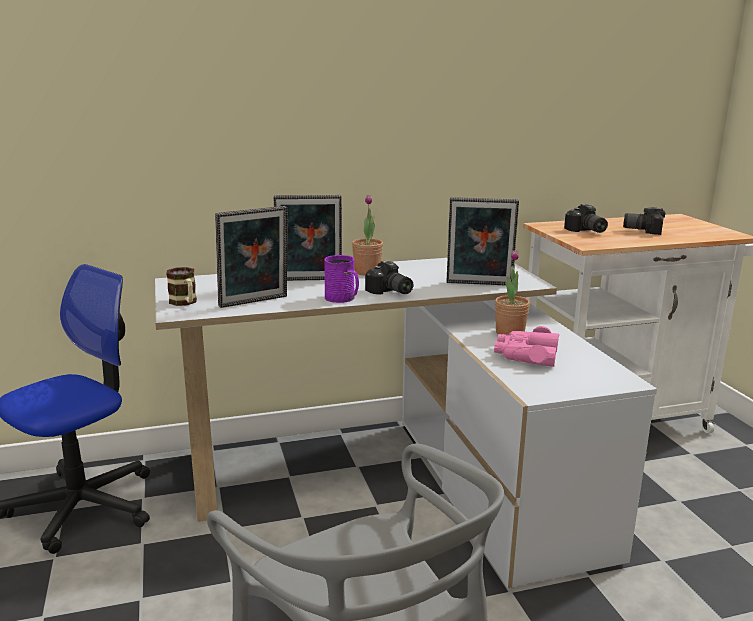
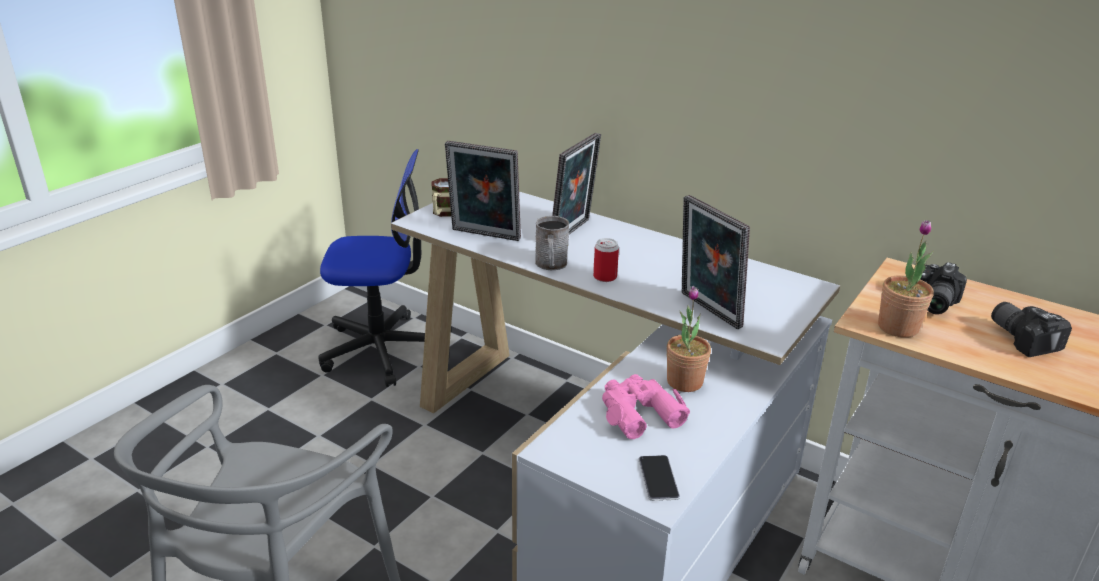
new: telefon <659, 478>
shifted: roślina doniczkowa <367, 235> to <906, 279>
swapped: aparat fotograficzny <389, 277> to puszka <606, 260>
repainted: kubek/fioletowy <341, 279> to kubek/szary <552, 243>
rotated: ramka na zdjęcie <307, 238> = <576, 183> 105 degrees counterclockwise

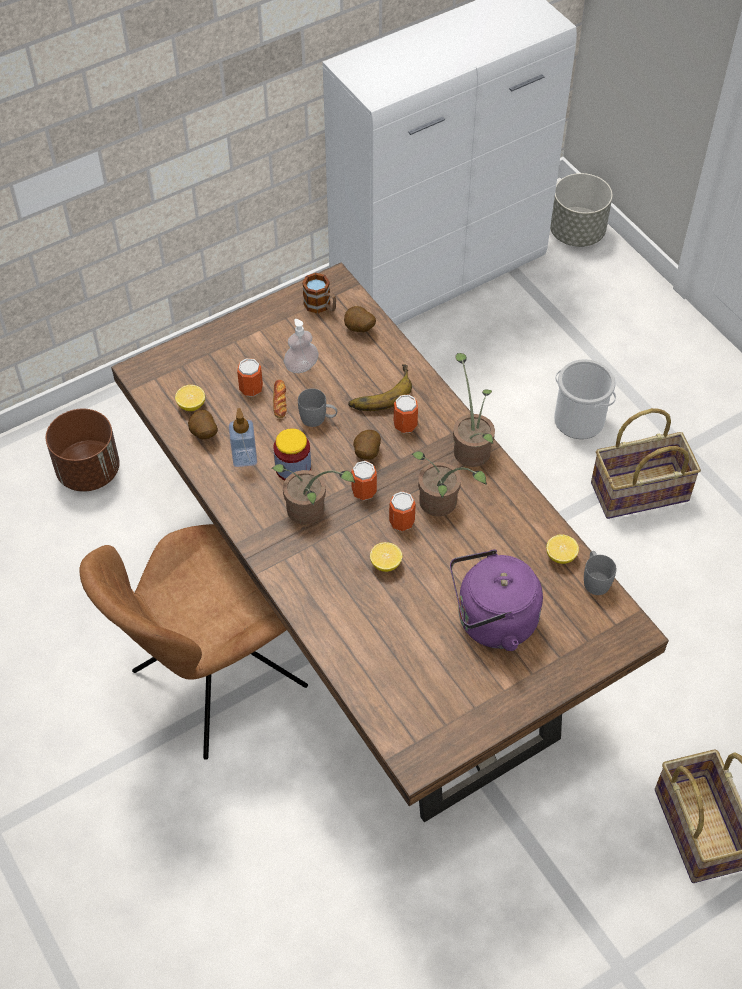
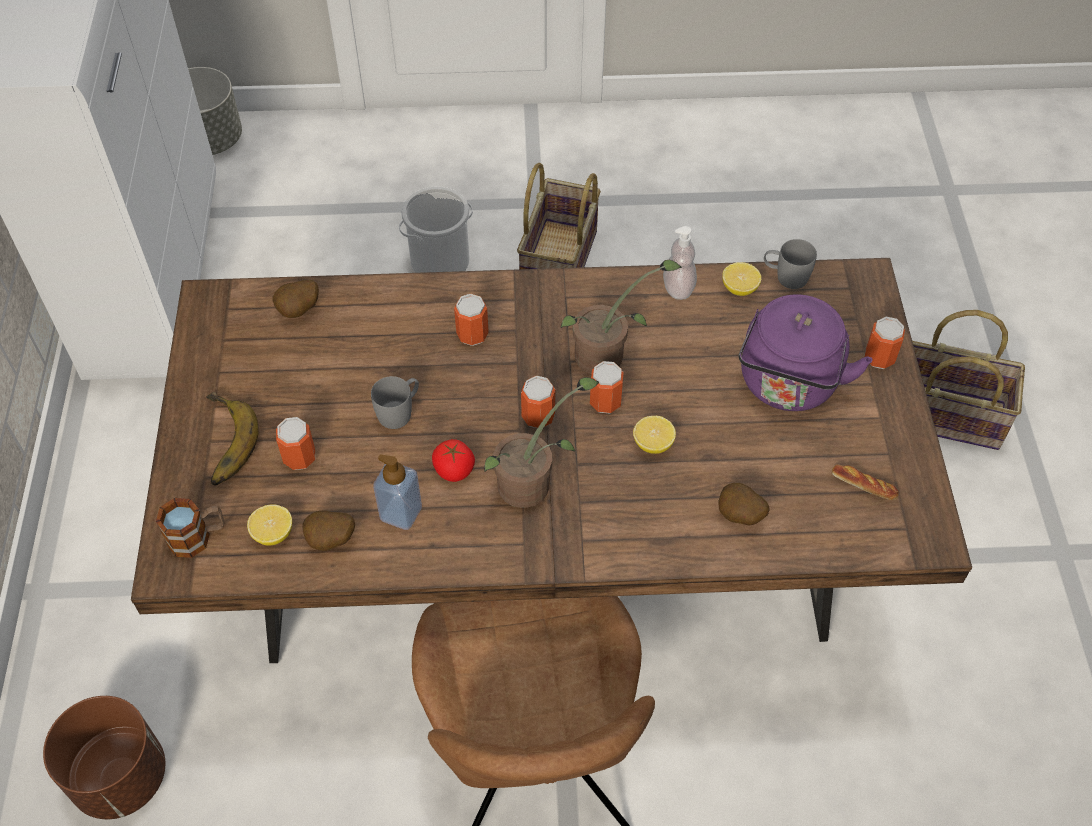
gone: roślina doniczkowa <474, 410>
new: puszka <884, 343>
shifted: chleb <280, 399> to <865, 482>; dozownik mydła <301, 346> to <680, 263>; kubek <319, 293> to <190, 528>; banan <380, 387> to <232, 438>; ziemniak <367, 445> to <744, 504>
swapped: słoik <292, 454> to pomidor <453, 460>

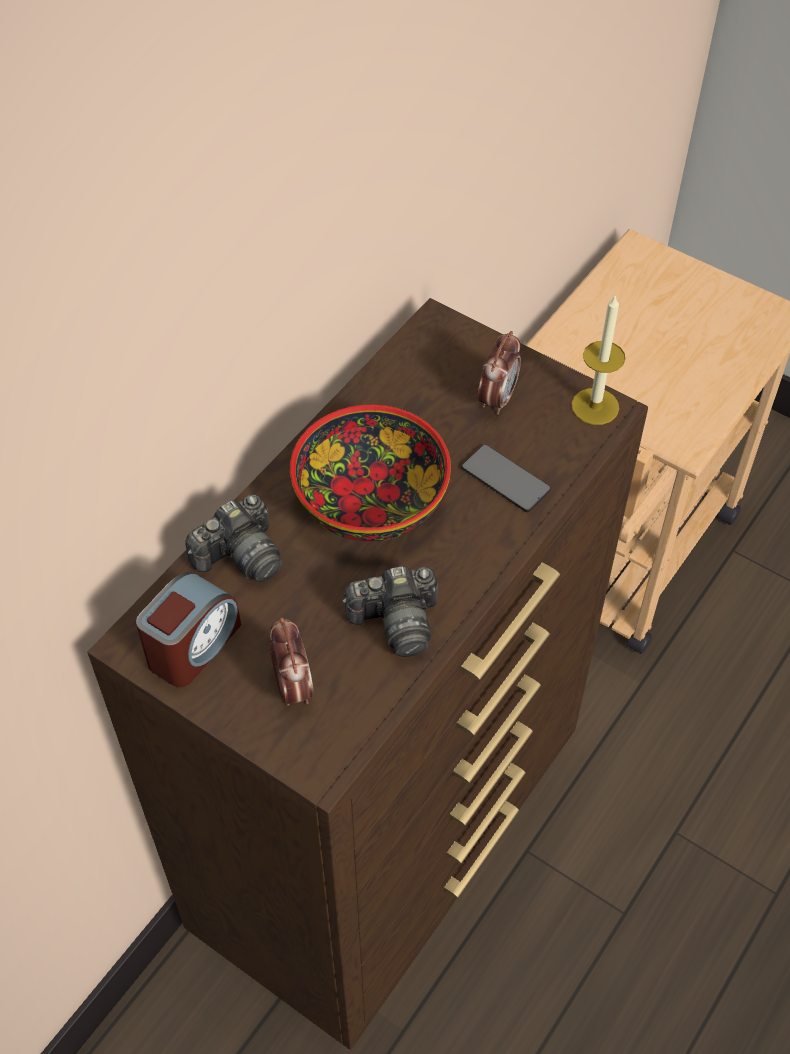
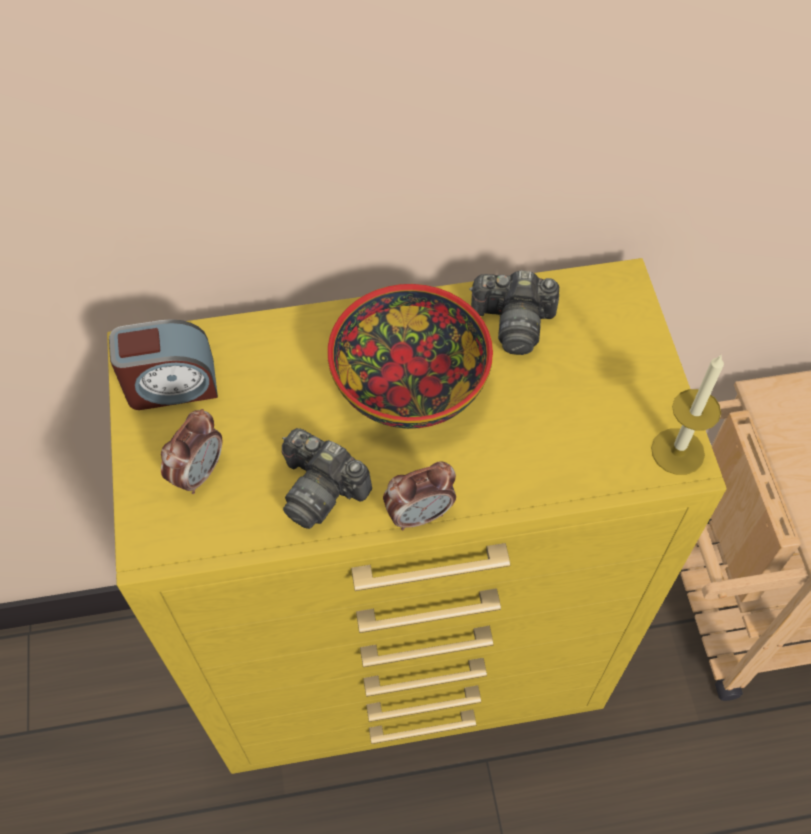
gone: telefon <506, 478>
shifted: aparat fotograficzny <233, 538> to <514, 312>; budzik <499, 373> to <419, 496>
repainted: komoda/brązowy <367, 674> to komoda/żółty <417, 516>

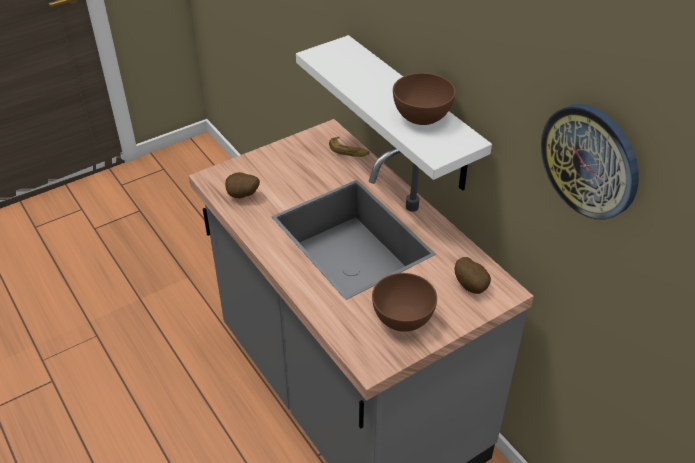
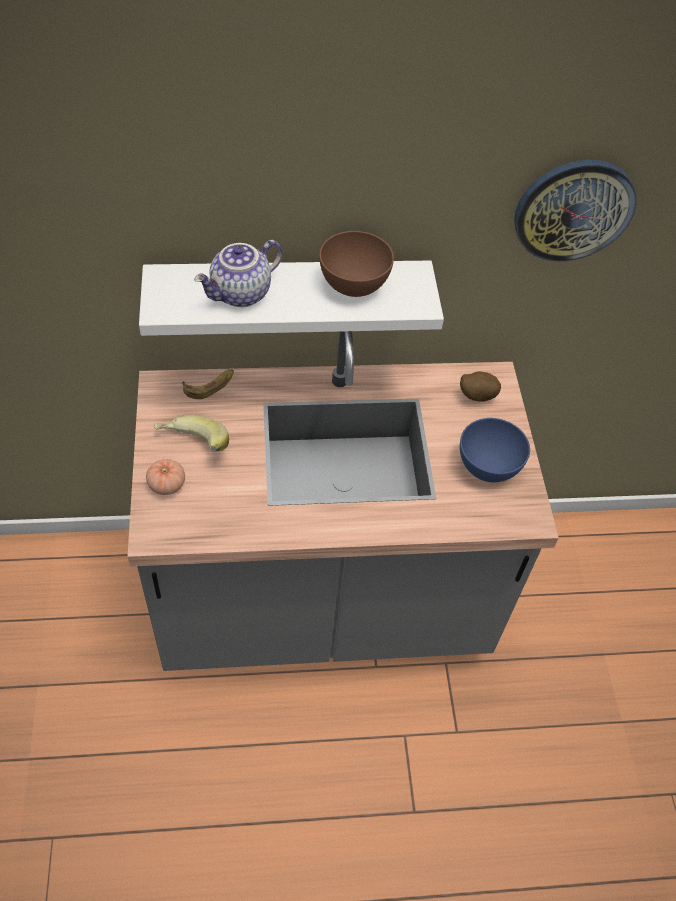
gone: ziemniak <242, 185>
new: pomidor <165, 477>; banan <191, 433>; imbryk <238, 273>
repainted: miska/brązowy <404, 302> to miska/niebieski <495, 450>

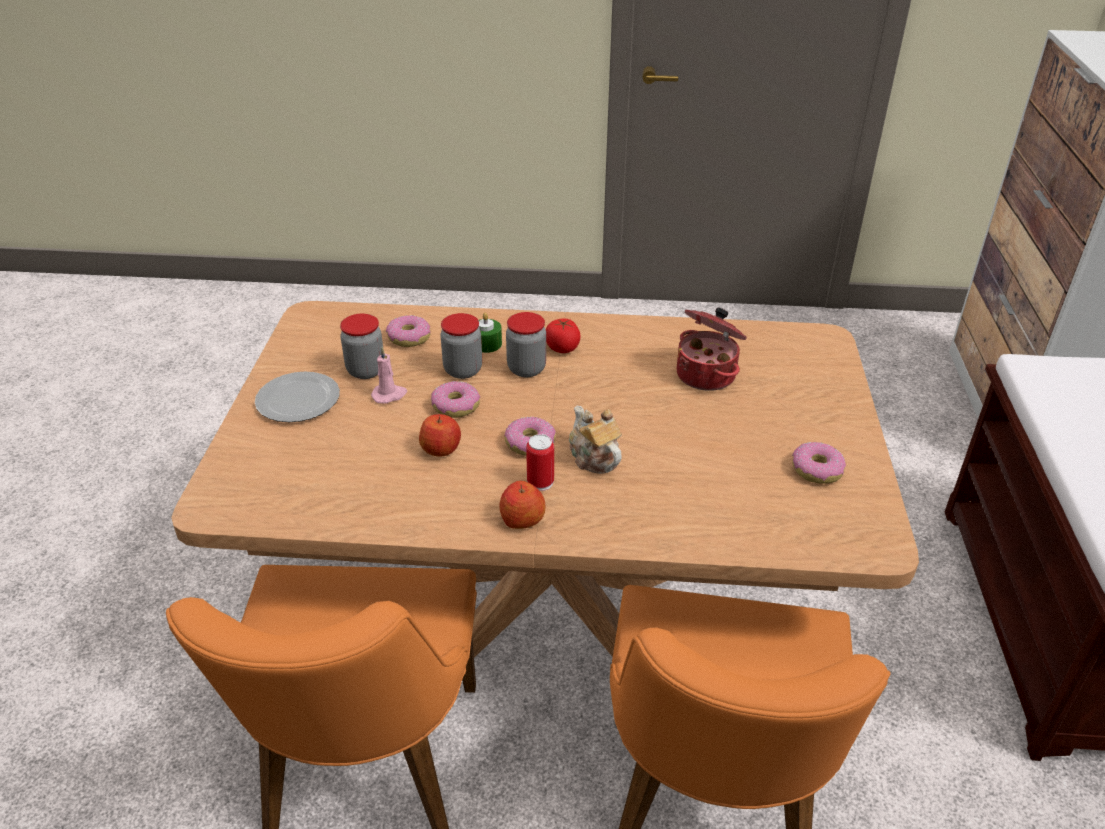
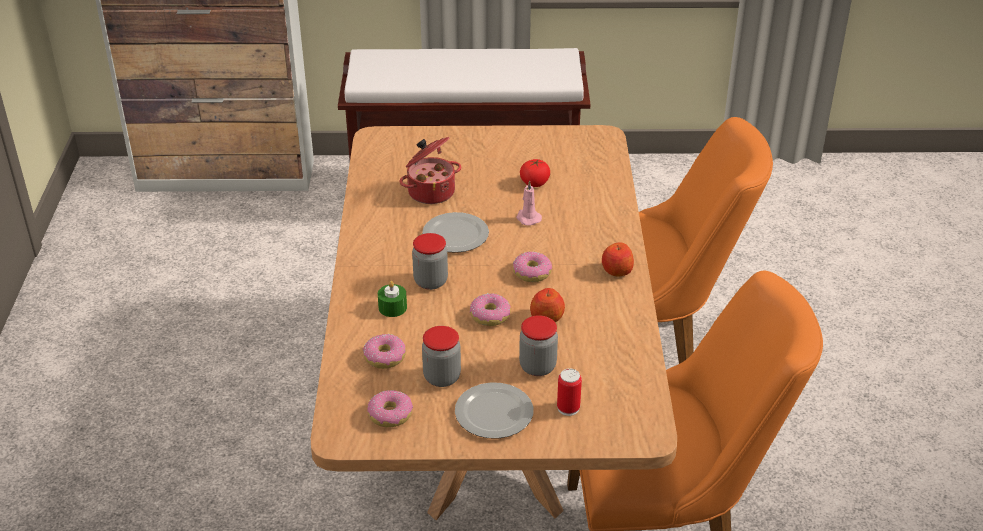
gone: imbryk <595, 439>
new: talerz <455, 232>
shifted: świeca/różowy <389, 375> to <529, 203>; słoik <461, 346> to <538, 345>; puszka <540, 462> to <569, 392>; pomidor <563, 335> to <535, 173>; donut <819, 463> to <390, 408>

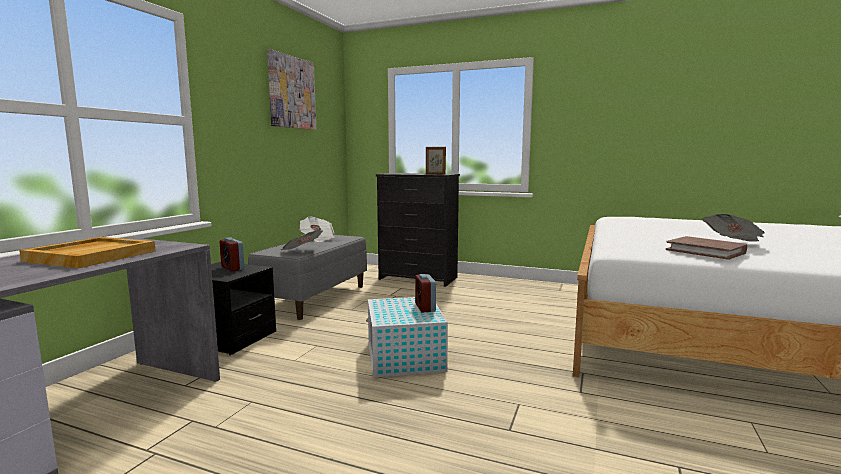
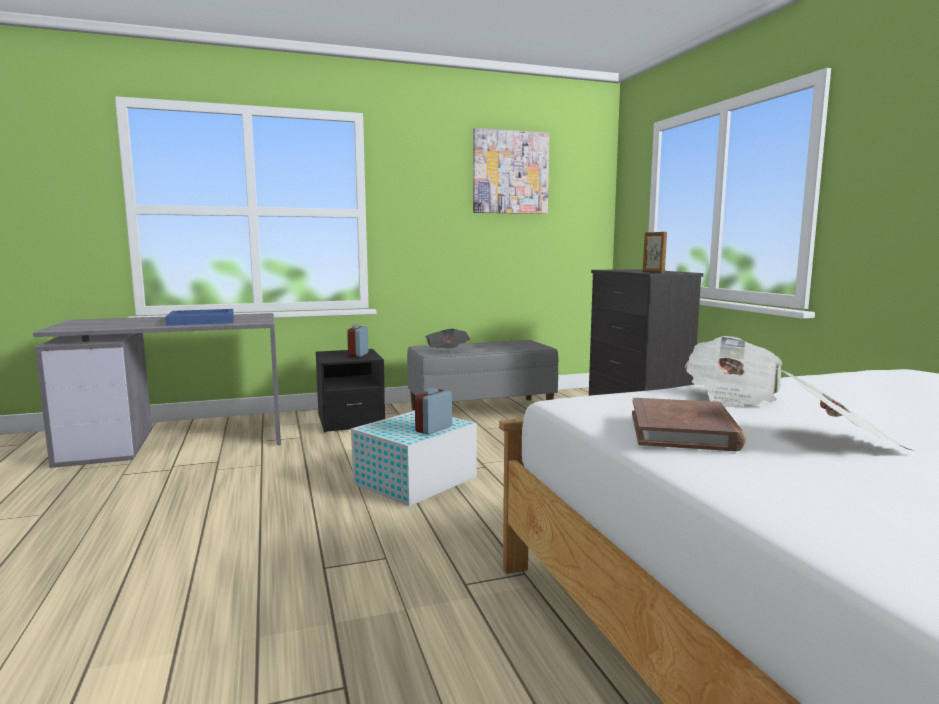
shifted: gazeta <317, 229> to <733, 371>
repainted: taca/beżowy <87, 252> to taca/niebieski <199, 317>

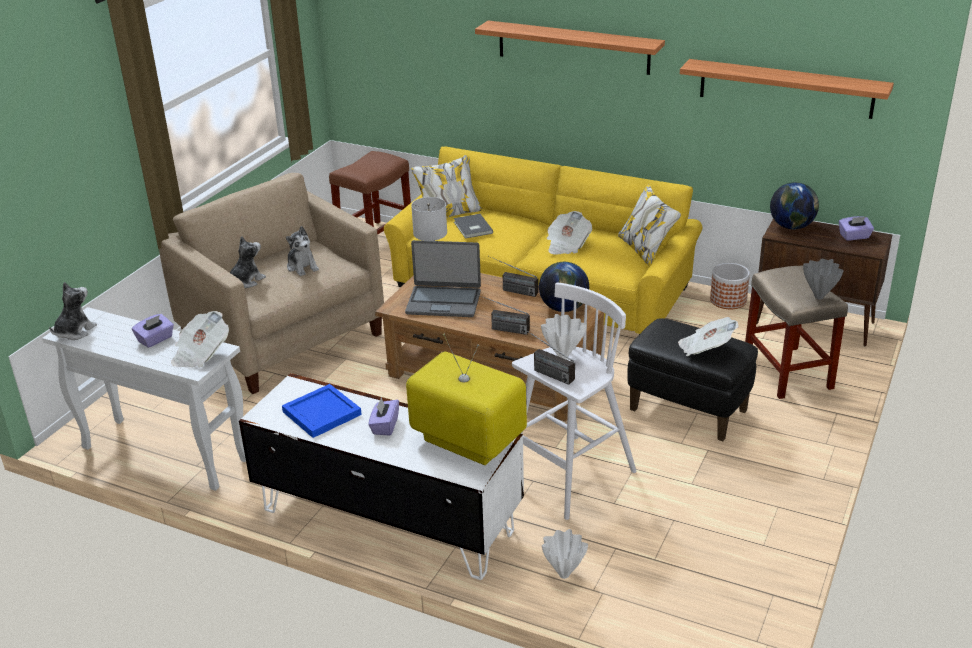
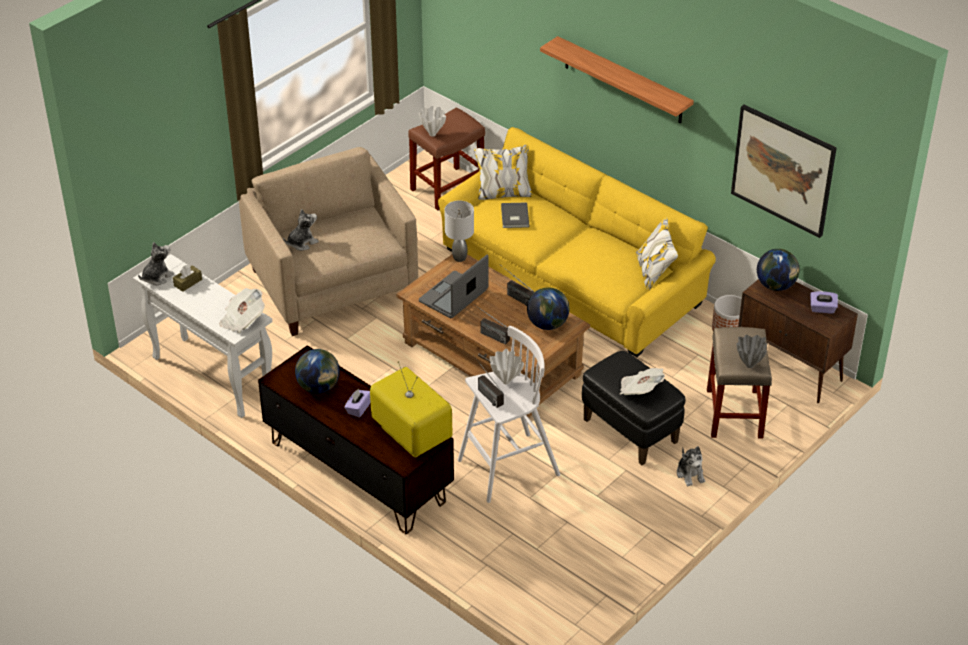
gone: pudełko chusteczek/fioletowy <153, 331>; gazeta <569, 233>
new: pudełko chusteczek/brązowy <187, 278>
shifted: pluszak <302, 251> to <691, 466>; wazon/biały <565, 554> to <432, 121>
swapped: taca/niebieski <322, 411> to globus <317, 371>; półka <787, 89> to obraz <784, 171>
repainted: szafka pod telewizor/biały <381, 476> to szafka pod telewizor/brązowy <356, 439>
rotated: laptop <443, 278> = <454, 286> 105 degrees clockwise

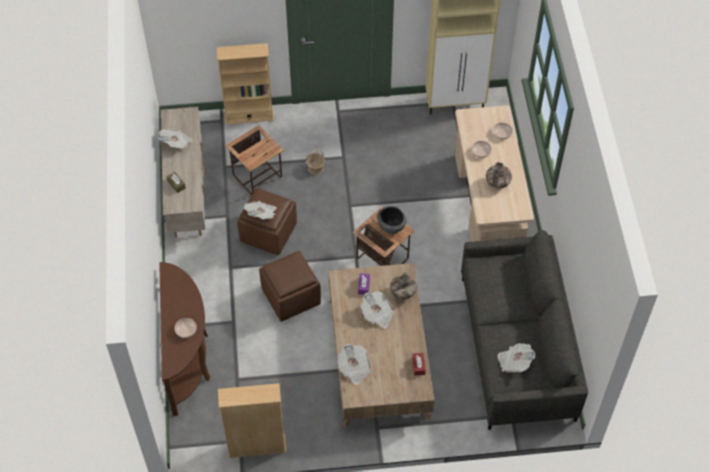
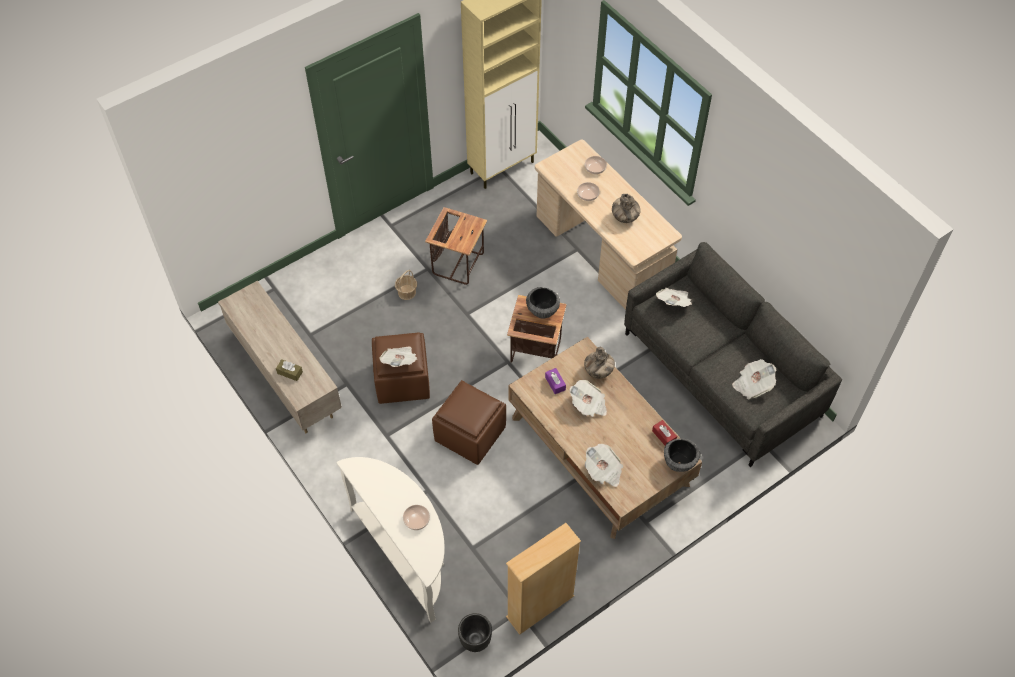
gone: regał/beżowy <245, 83>
new: donica/czarny <475, 632>; miska <682, 455>
shifted: gazeta <176, 139> to <674, 297>; stolik <254, 160> to <456, 246>
repainted: stolik konsolowy/brązowy <184, 339> to stolik konsolowy/biały <390, 540>

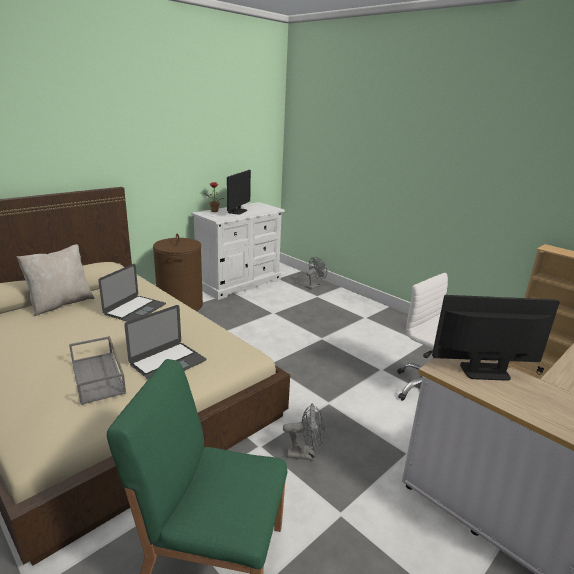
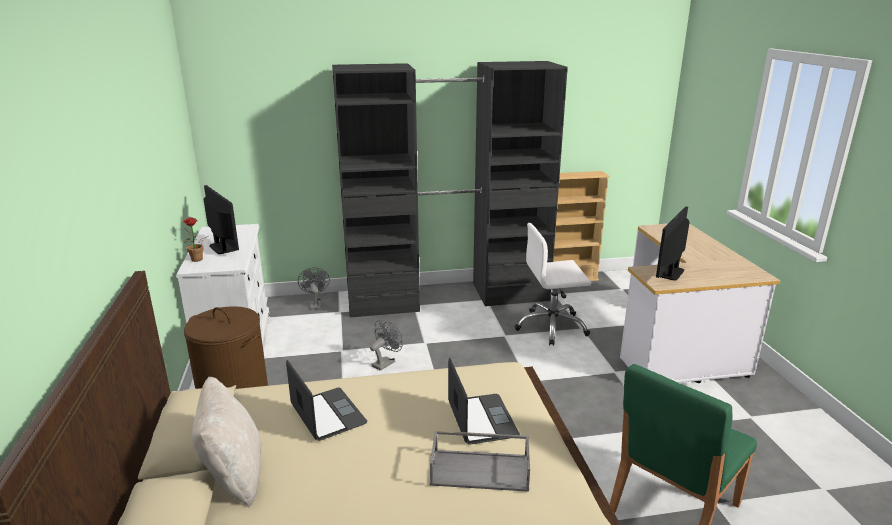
new: szafa/czarny <450, 189>
shifted: wentylator/szary <304, 432> to <386, 345>

